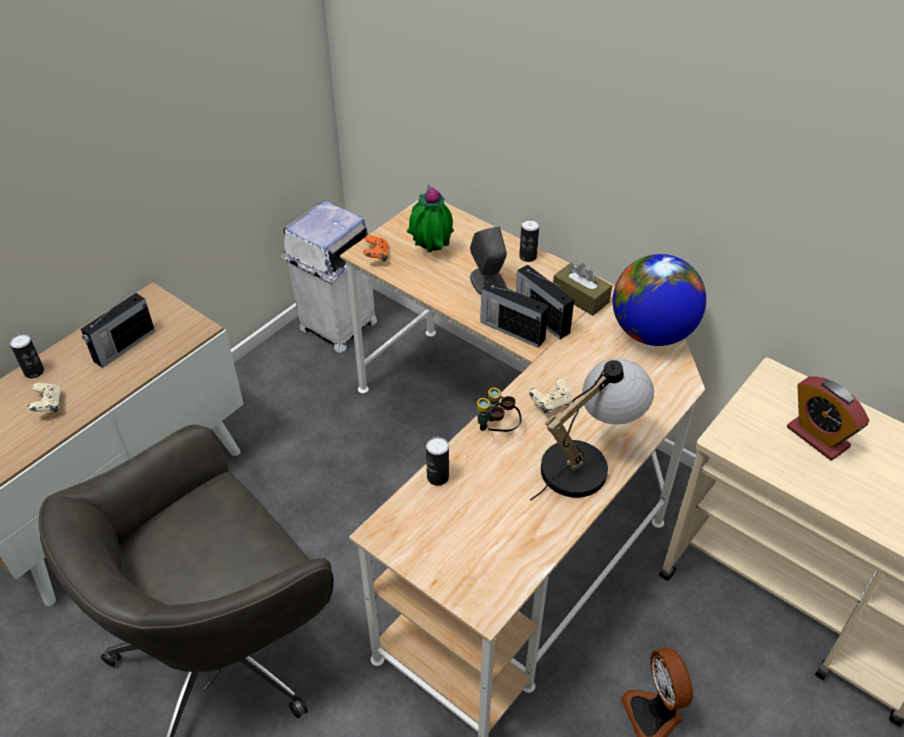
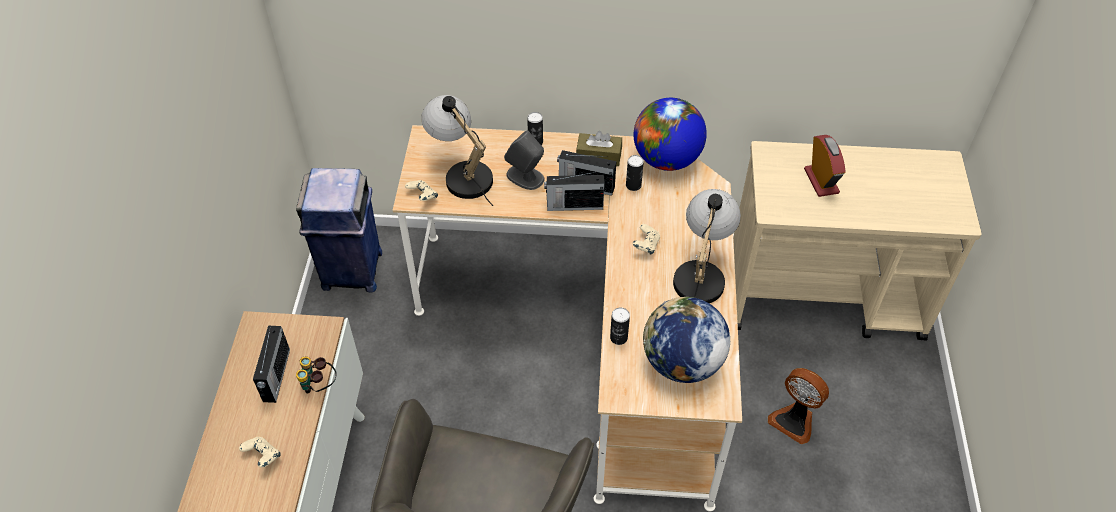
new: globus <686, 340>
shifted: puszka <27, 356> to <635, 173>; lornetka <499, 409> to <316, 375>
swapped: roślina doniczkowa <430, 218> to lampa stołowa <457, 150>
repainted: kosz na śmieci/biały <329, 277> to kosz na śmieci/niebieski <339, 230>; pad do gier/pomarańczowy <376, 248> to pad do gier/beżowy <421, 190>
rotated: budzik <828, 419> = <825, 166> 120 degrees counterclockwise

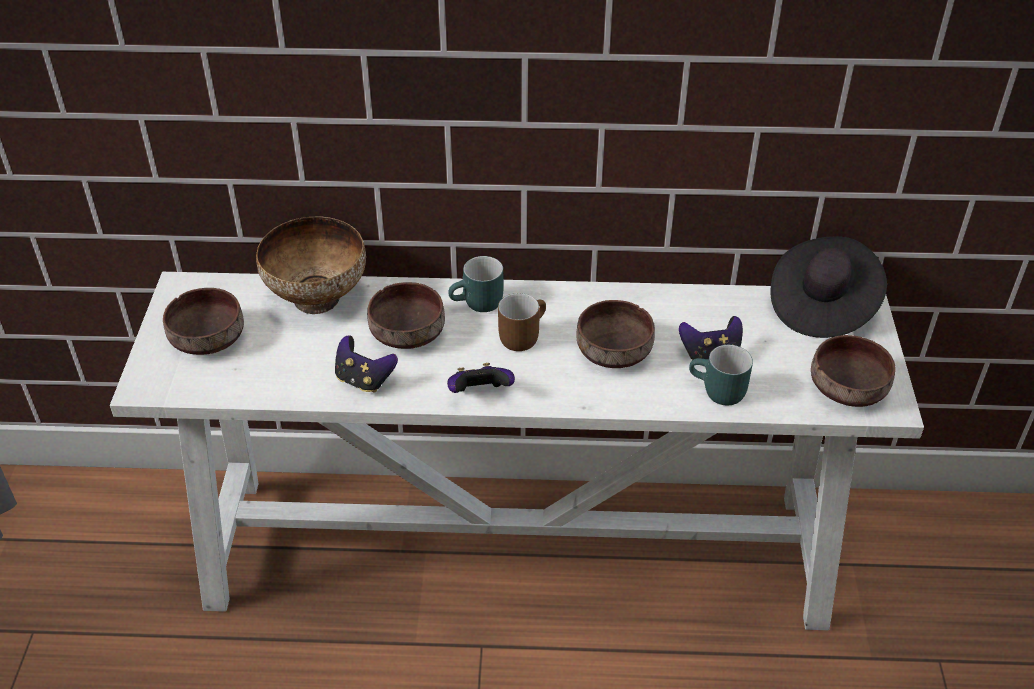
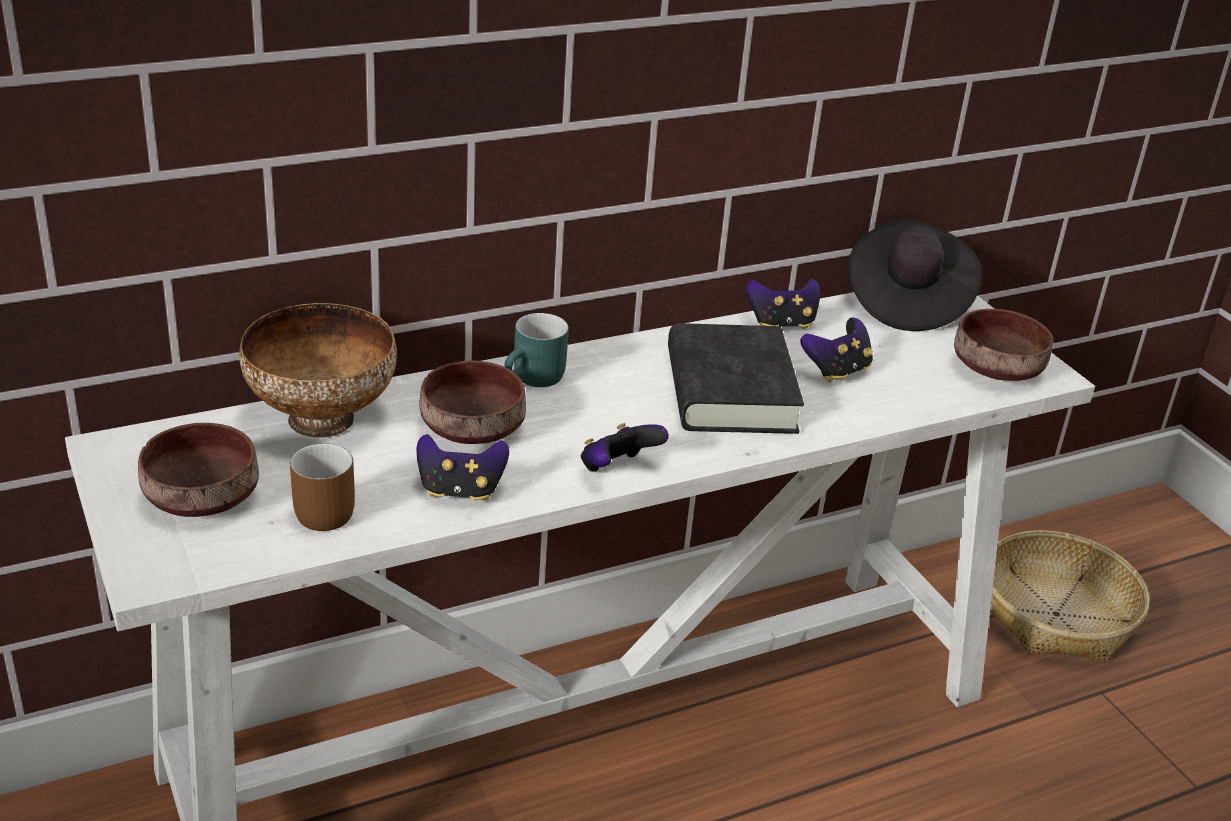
gone: kubek/turkusowy <721, 375>
new: pad do gier <783, 304>; koszyk <1069, 596>
shifted: kubek/brązowy <522, 322> to <322, 487>
swapped: miska/brązowy <615, 334> to książka/czarny <736, 378>

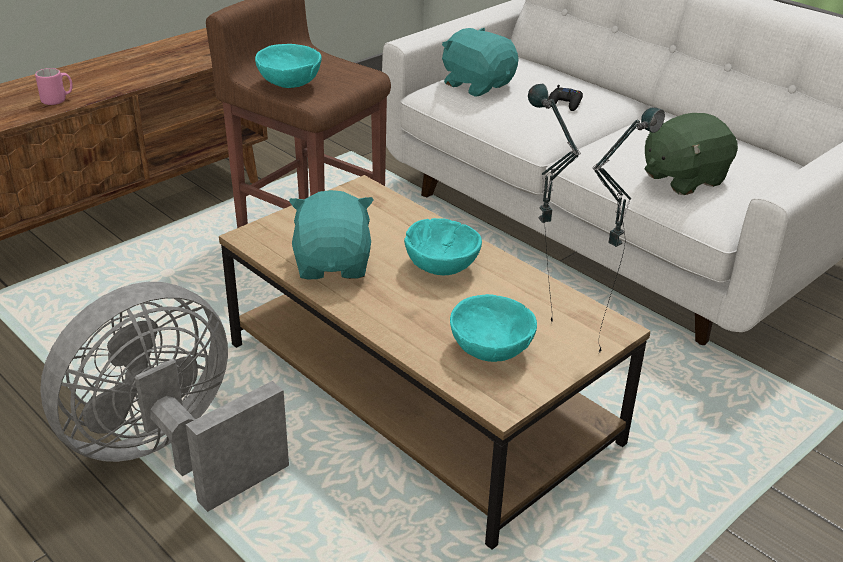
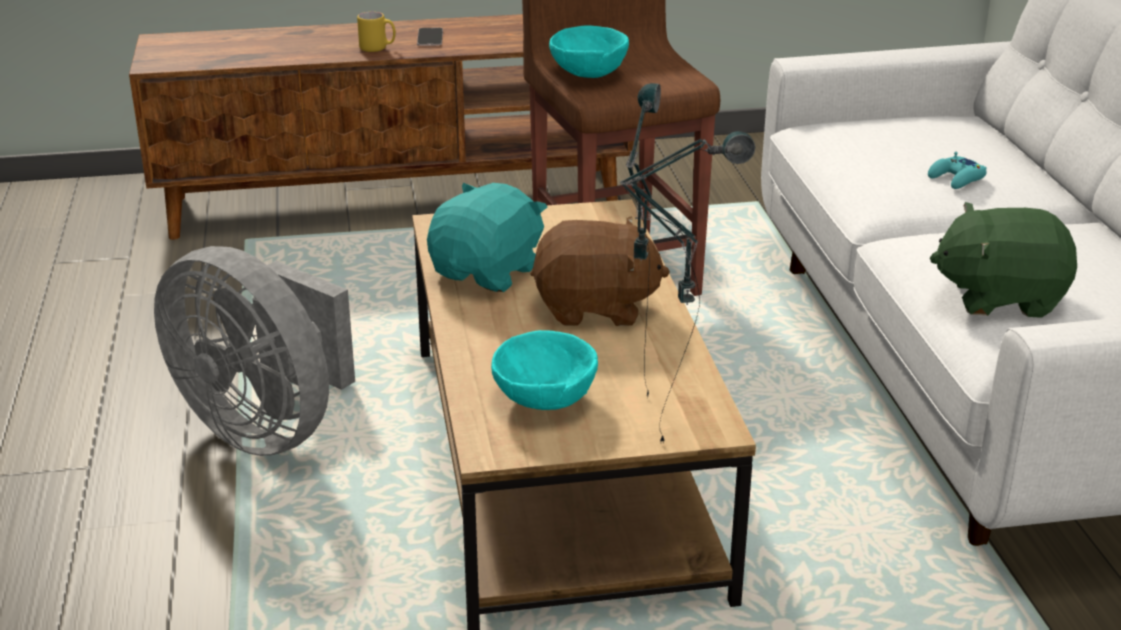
gone: pluszak/turkusowy <480, 62>
new: telefon <430, 37>
swapped: miska/turkusowy <443, 246> to pluszak/brązowy <600, 271>
repainted: kubek/różowy <54, 86> to kubek/żółty <376, 32>; pad do gier/czarny <565, 98> to pad do gier/turkusowy <957, 170>
rotated: wentylator/szary <164, 397> = <254, 351> 135 degrees counterclockwise

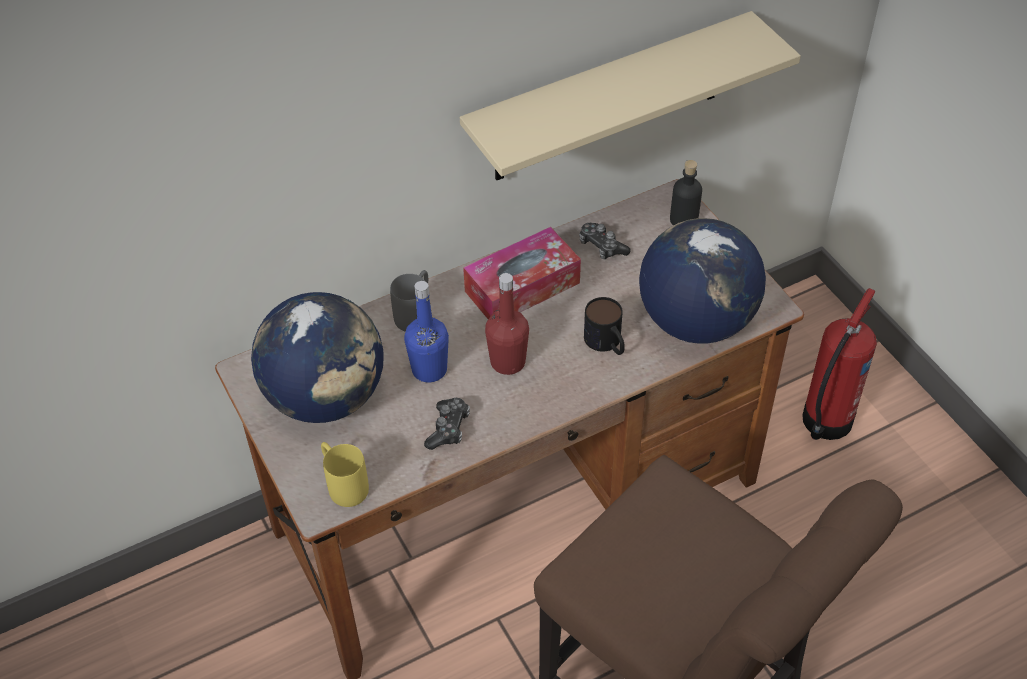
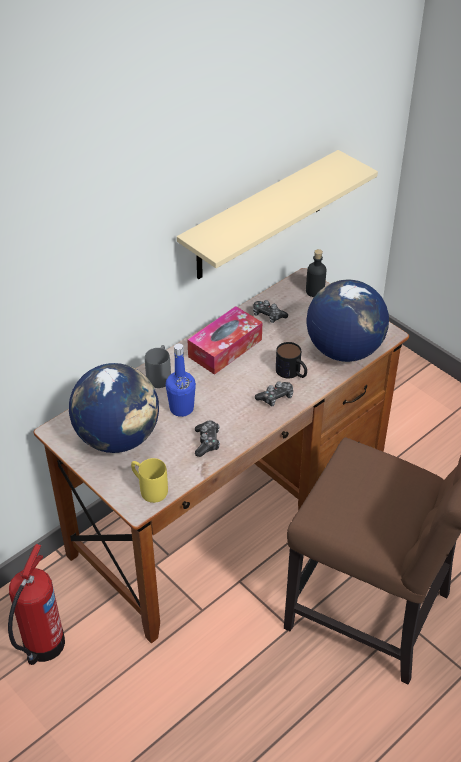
gone: butelka/czerwony <507, 324>
new: pad do gier <274, 393>
shifted: gaśnica <839, 364> to <36, 604>

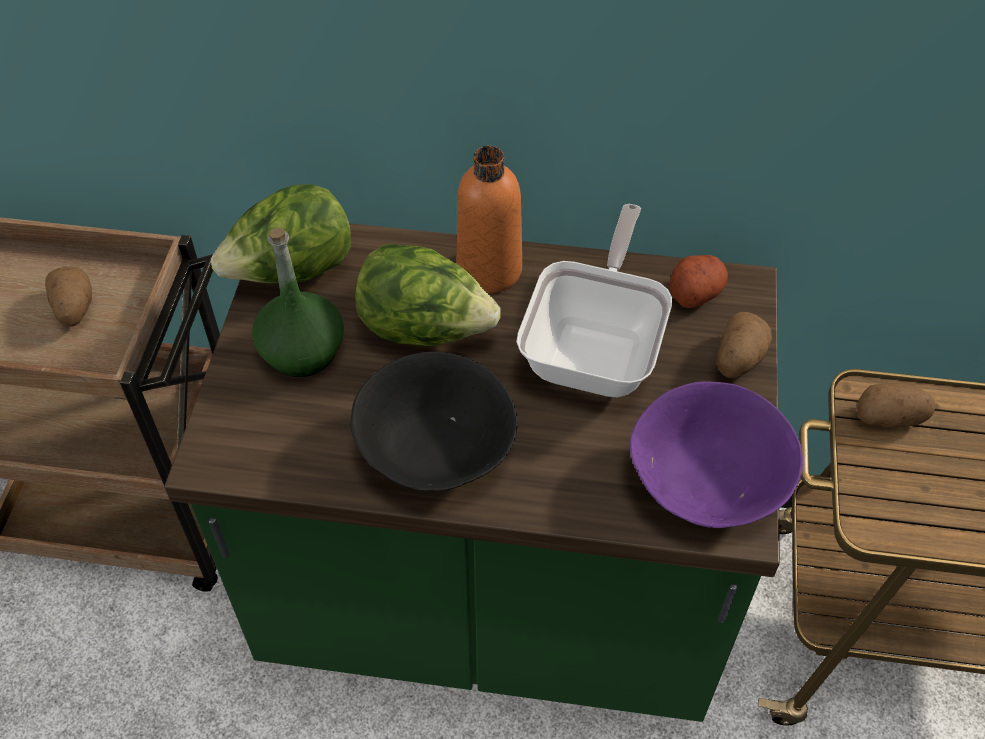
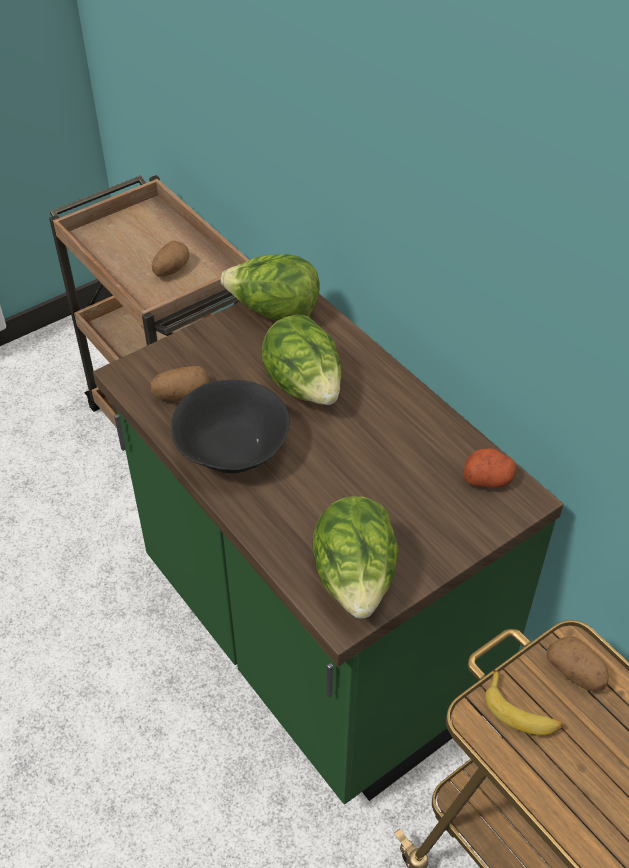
gone: butelka/zielony <298, 302>; butelka/pomarańczowy <489, 219>; patelnia <594, 300>
new: banan <524, 702>
shifted: ziemniak <744, 345> to <180, 383>
swapped: miska/fioletowy <716, 454> to sałata <356, 557>

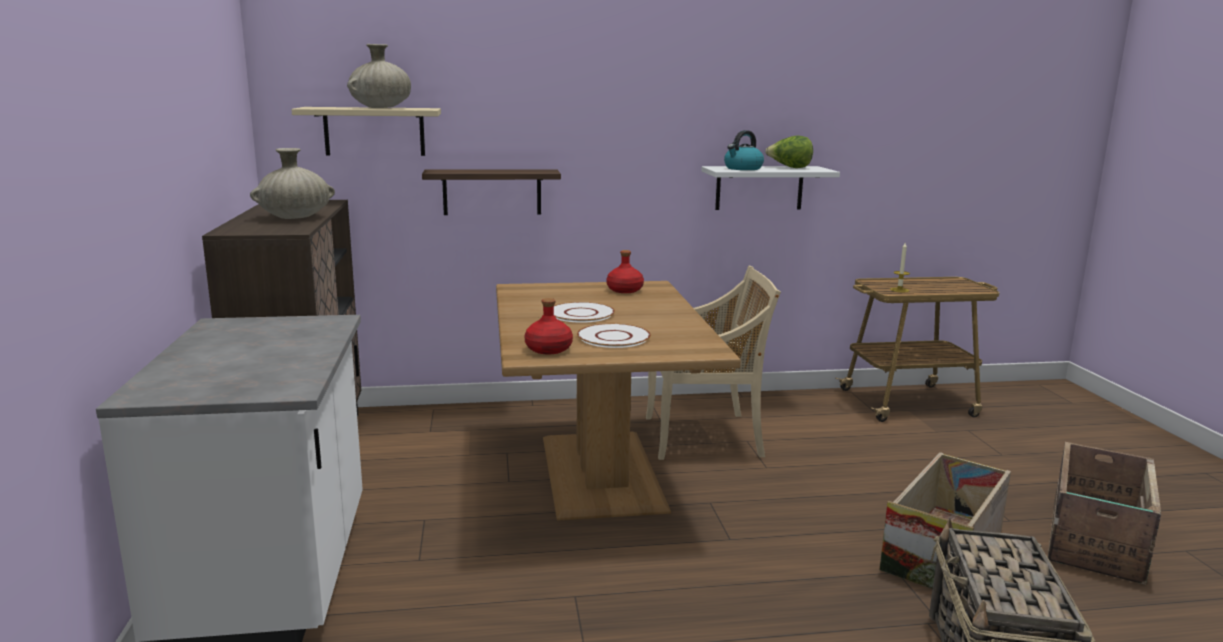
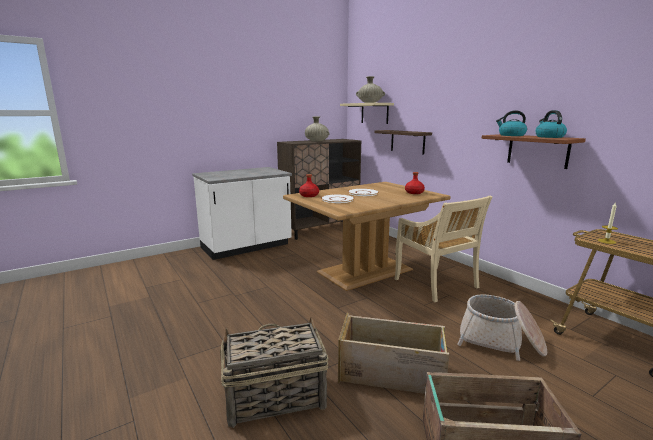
new: koszyk <502, 328>
swapped: sałata <789, 152> to czajnik <551, 124>
repainted: półka/biały <770, 188> to półka/brązowy <534, 151>

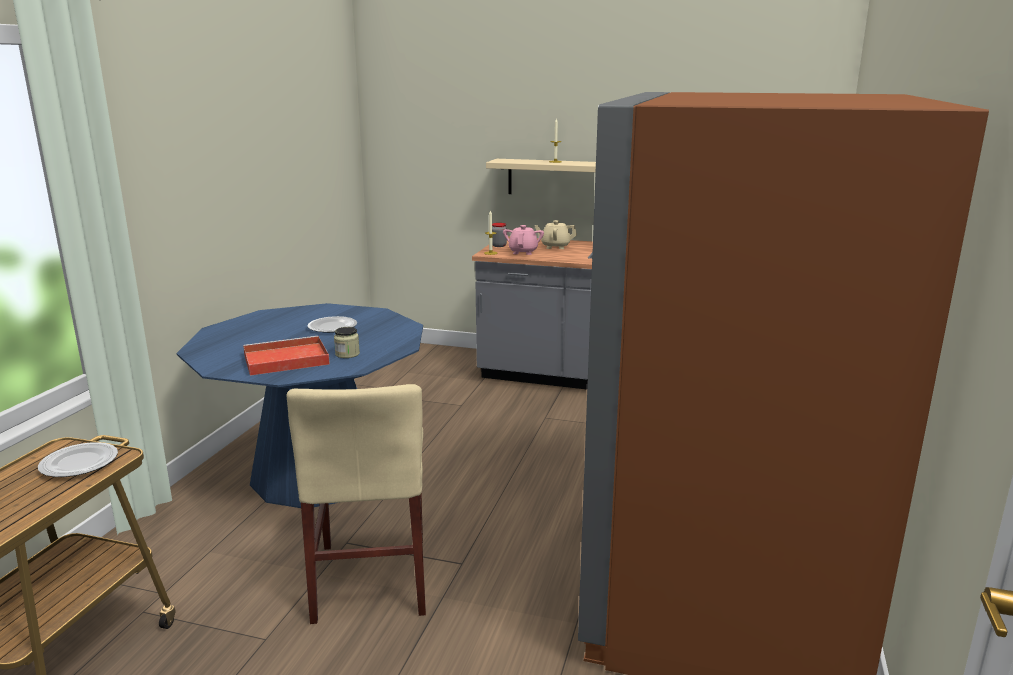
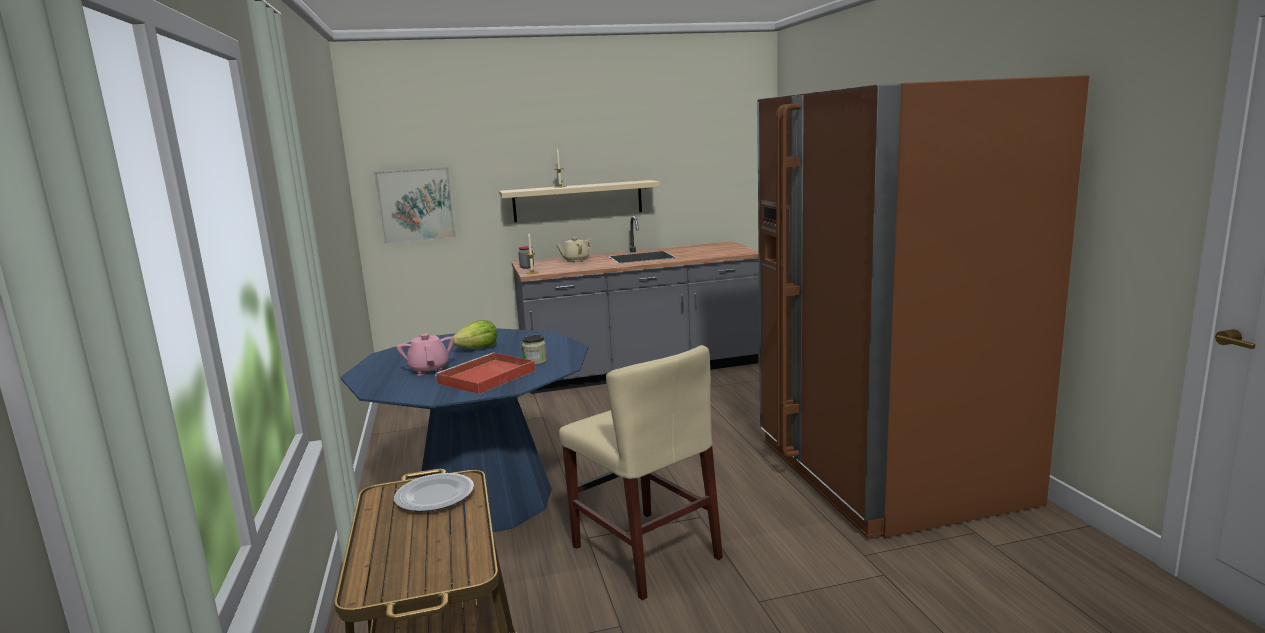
new: obraz <415, 205>
shifted: imbryk/różowy <523, 240> to <425, 354>
swapped: talerz <332, 324> to sałata <475, 334>

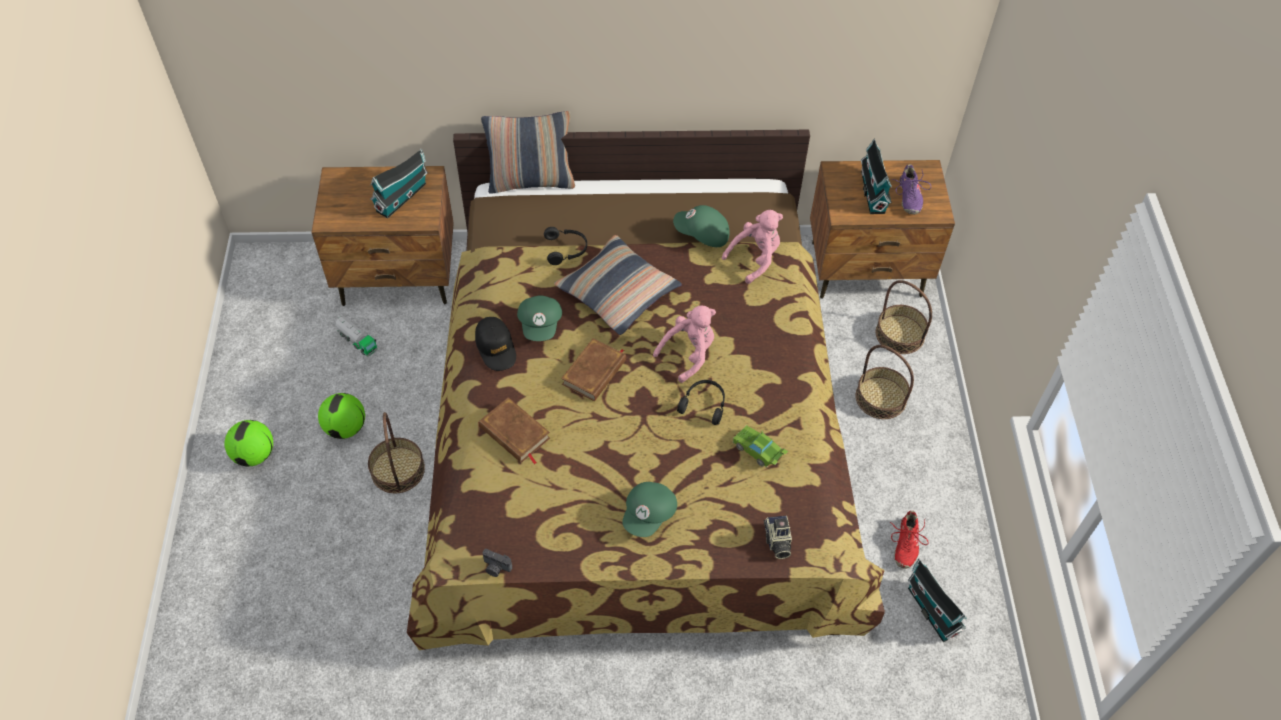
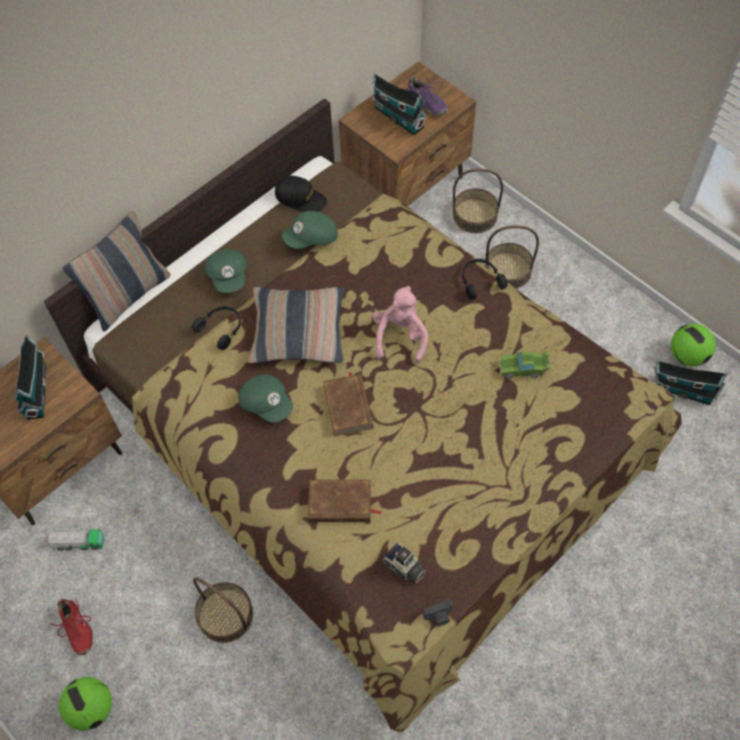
gone: pluszak/różowy <752, 247>
shifted: piłka futbolowa <341, 416> to <693, 345>; czapka z daszkiem/czarny <495, 344> to <301, 193>; czapka z daszkiem/zielony <649, 509> to <226, 271>; słuchawki/czarny <701, 402> to <485, 279>; aparat fotograficzny <778, 537> to <404, 563>; but/czerwony <909, 540> to <71, 626>

